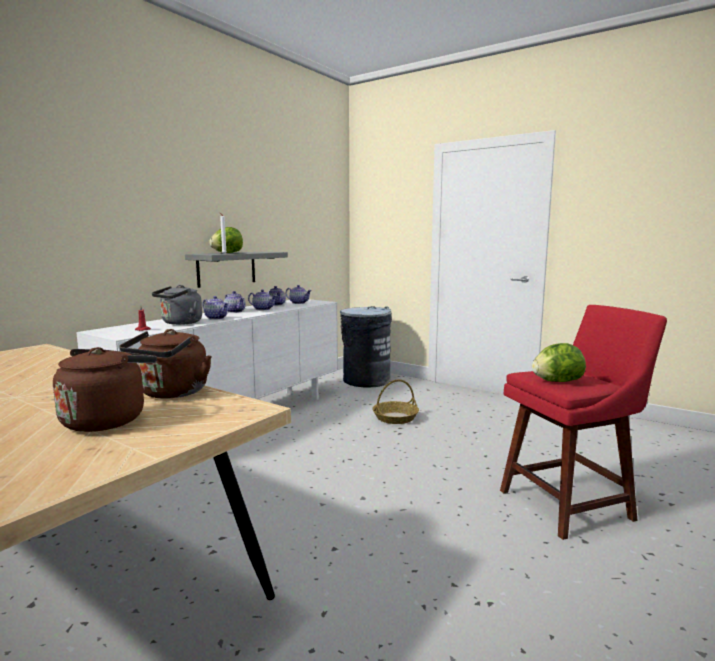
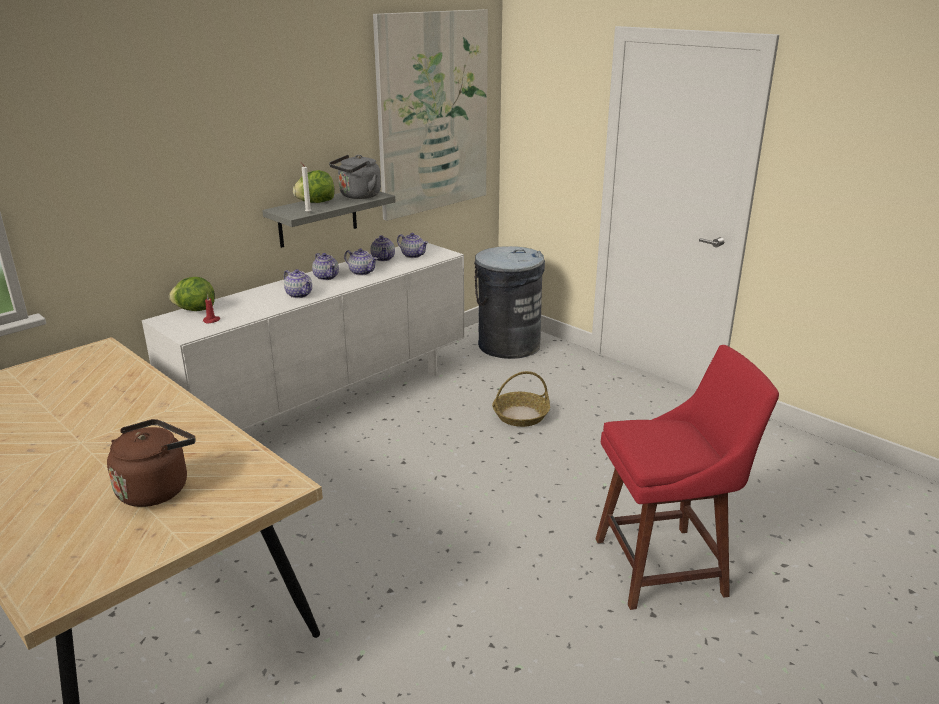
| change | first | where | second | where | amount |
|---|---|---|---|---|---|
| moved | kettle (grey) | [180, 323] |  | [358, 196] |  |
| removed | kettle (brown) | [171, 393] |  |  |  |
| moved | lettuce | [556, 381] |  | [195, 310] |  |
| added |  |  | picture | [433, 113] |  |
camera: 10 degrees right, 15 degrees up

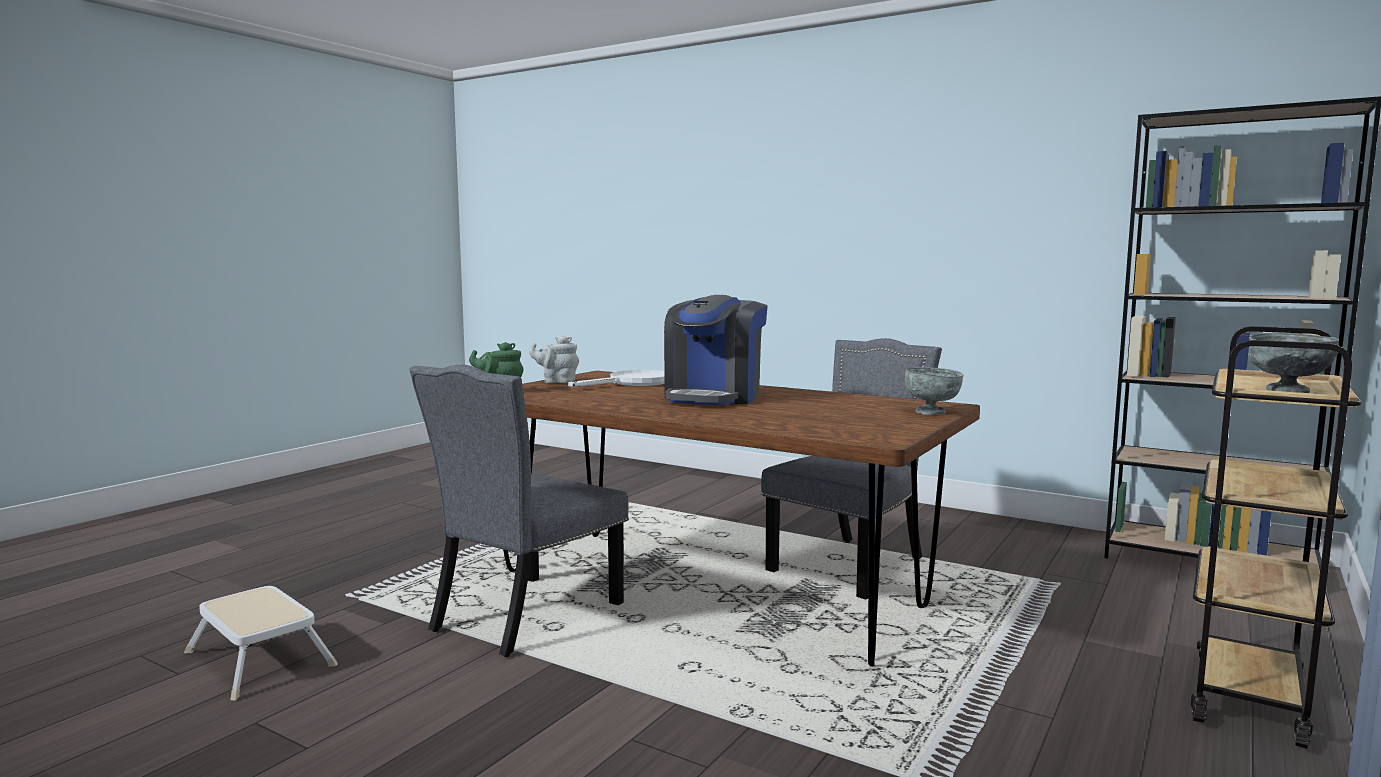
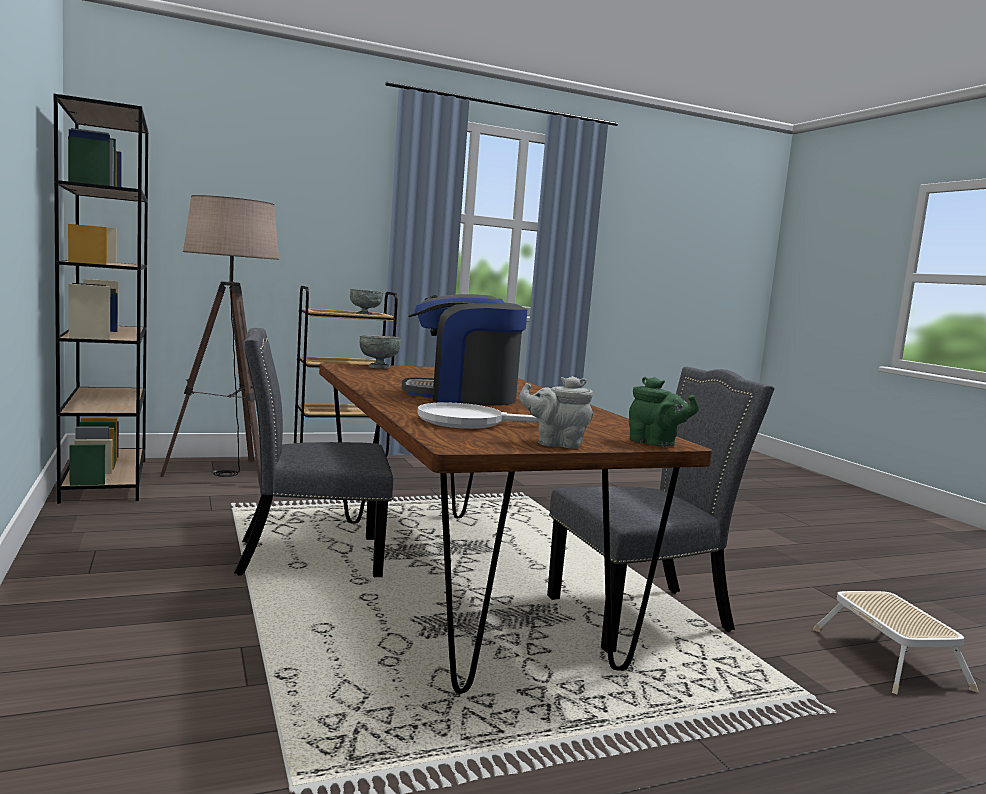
| change | first | where | second | where | amount |
|---|---|---|---|---|---|
| turned | coffee machine | [714, 397] |  | [462, 396] | 150 degrees counterclockwise |
| turned | teapot (grey) | [557, 381] |  | [556, 443] | 150 degrees clockwise |
| added |  |  | floor lamp | [226, 474] |  |
camera: 145 degrees left, 0 degrees up

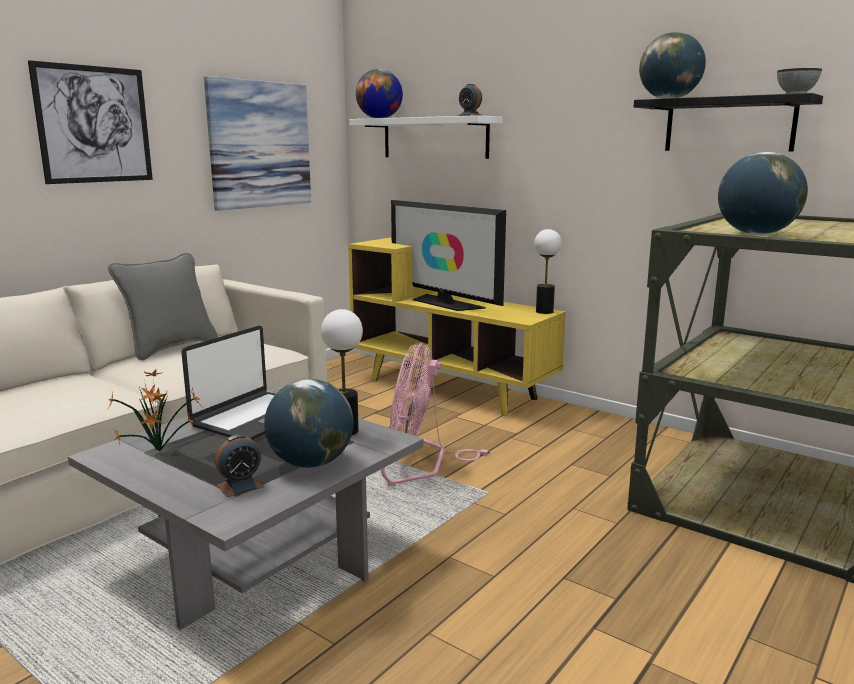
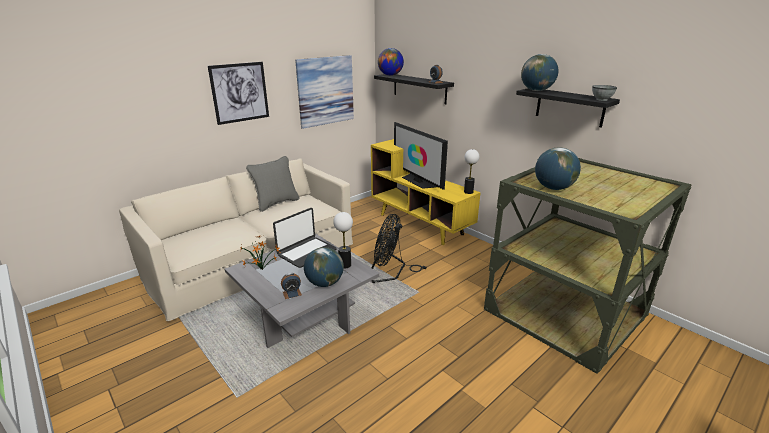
| change | first | where | second | where | amount |
|---|---|---|---|---|---|
| recoloured | shelf (white) | [434, 138] | shelf (black) | [419, 88] |  |
| recoloured | fan (pink) | [424, 460] | fan (black) | [393, 269] |  |
camera: 10 degrees right, 10 degrees up

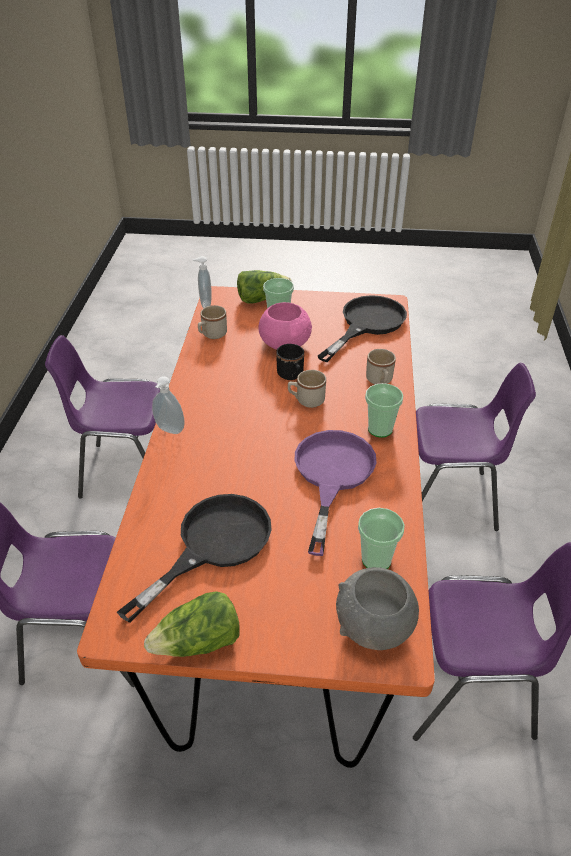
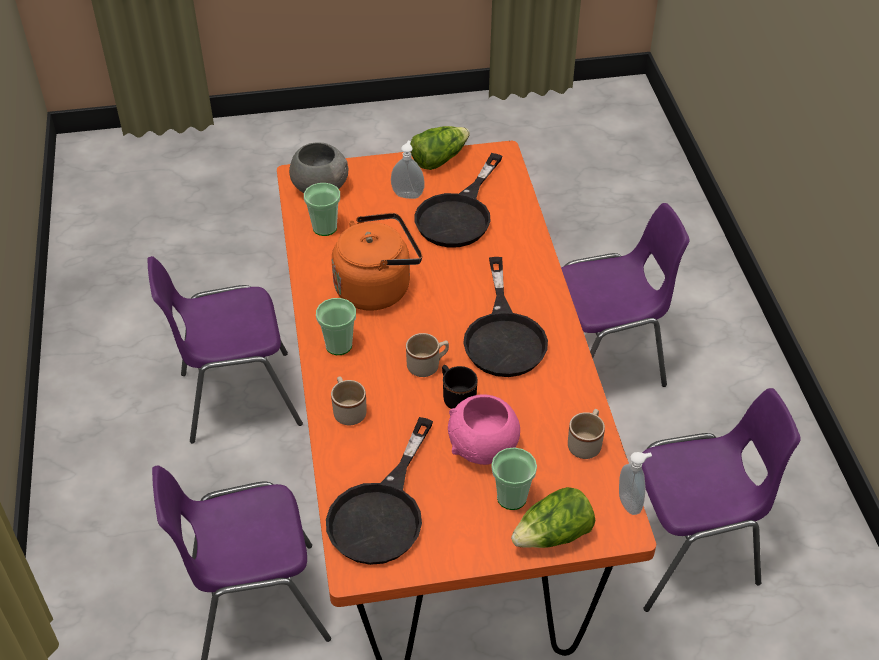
| change | first | where | second | where | amount |
|---|---|---|---|---|---|
| moved | soap dispenser | [169, 430] |  | [408, 194] |  |
| replaced | frying pan (purple) | [332, 475] | kettle (orange) | [377, 287] |  |
| added |  |  | frying pan (black) | [504, 335] |  |
camera: 165 degrees right, 5 degrees up

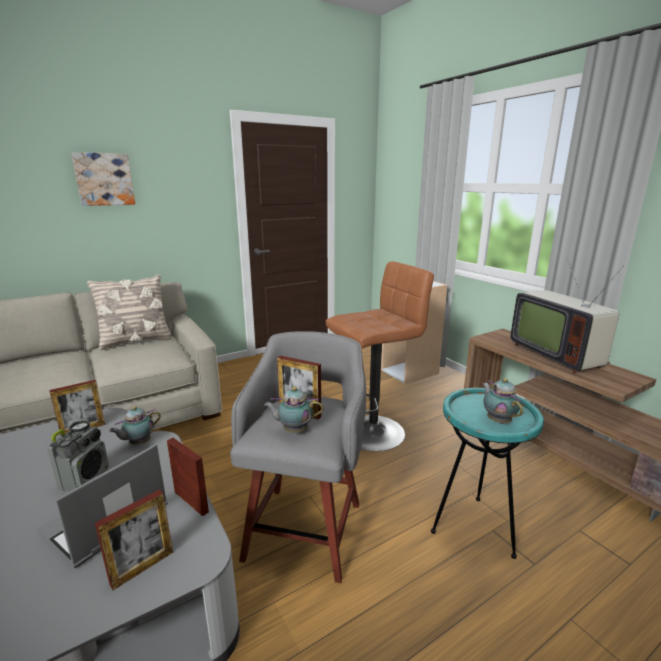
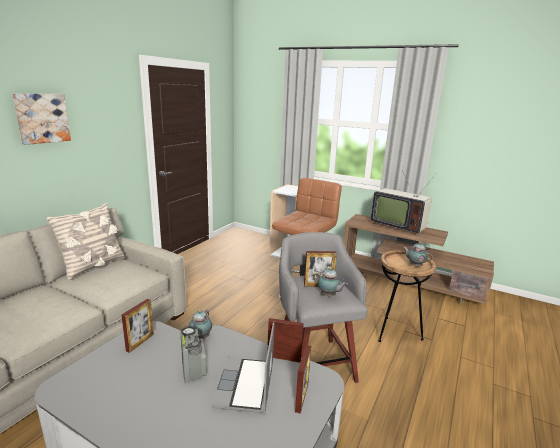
| change | first | where | second | where | amount |
|---|---|---|---|---|---|
| turned | teapot | [293, 430] |  | [328, 296] | 120 degrees counterclockwise |
| recoloured | side table (turquoise) | [474, 528] | side table (brown) | [396, 332] |  |
camera: 30 degrees left, 0 degrees up

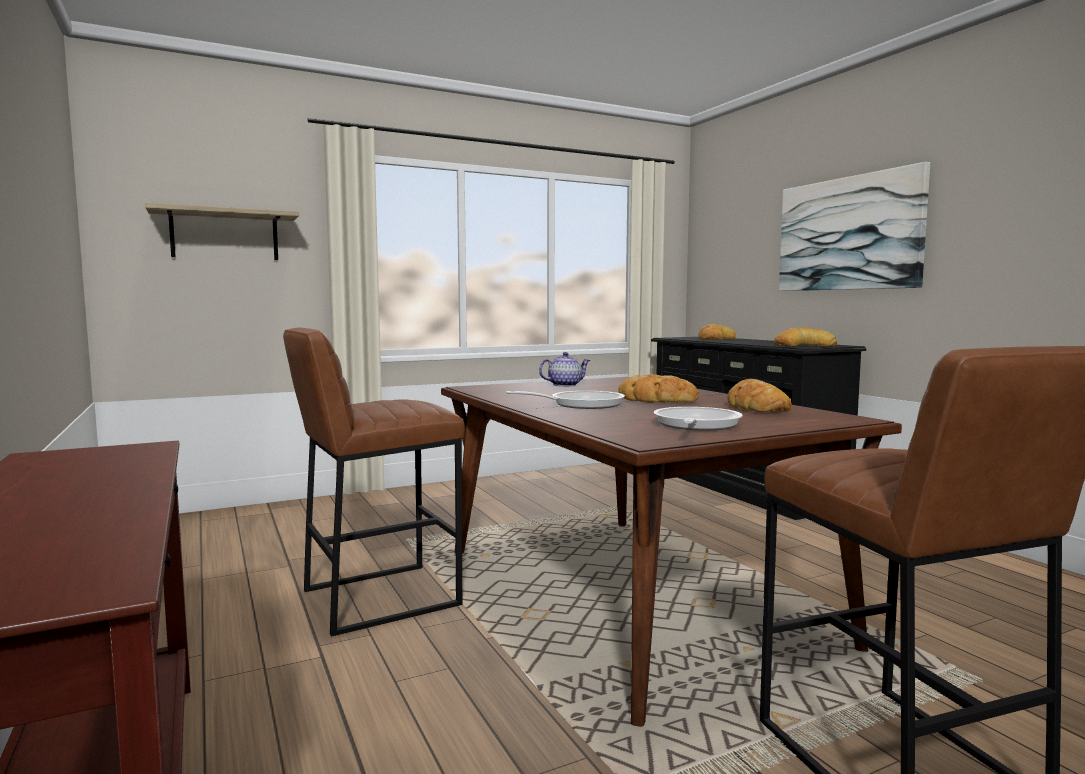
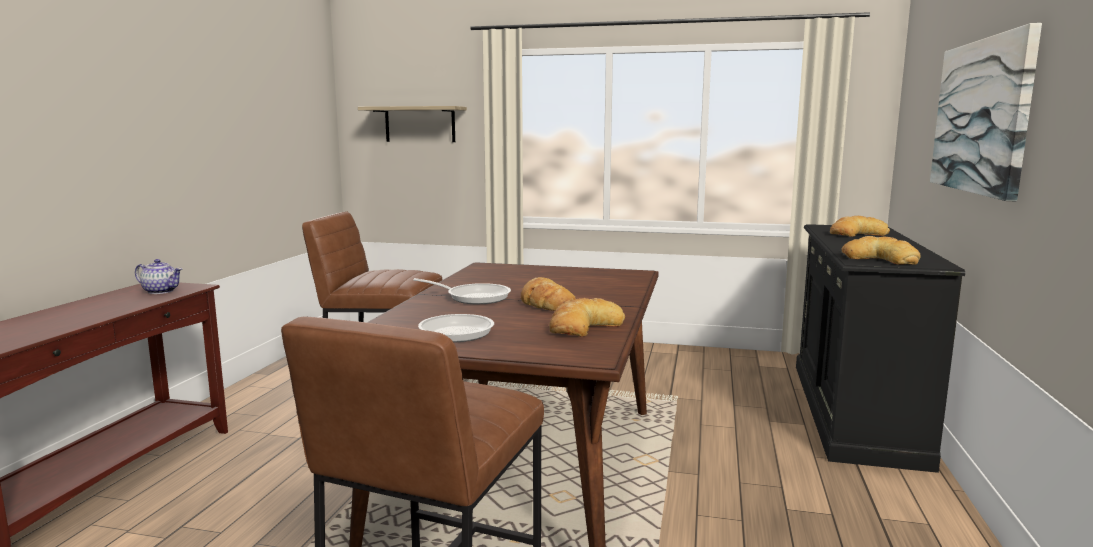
| change | first | where | second | where | amount |
|---|---|---|---|---|---|
| moved | teapot | [565, 385] |  | [161, 291] |  |
camera: 40 degrees right, 5 degrees up

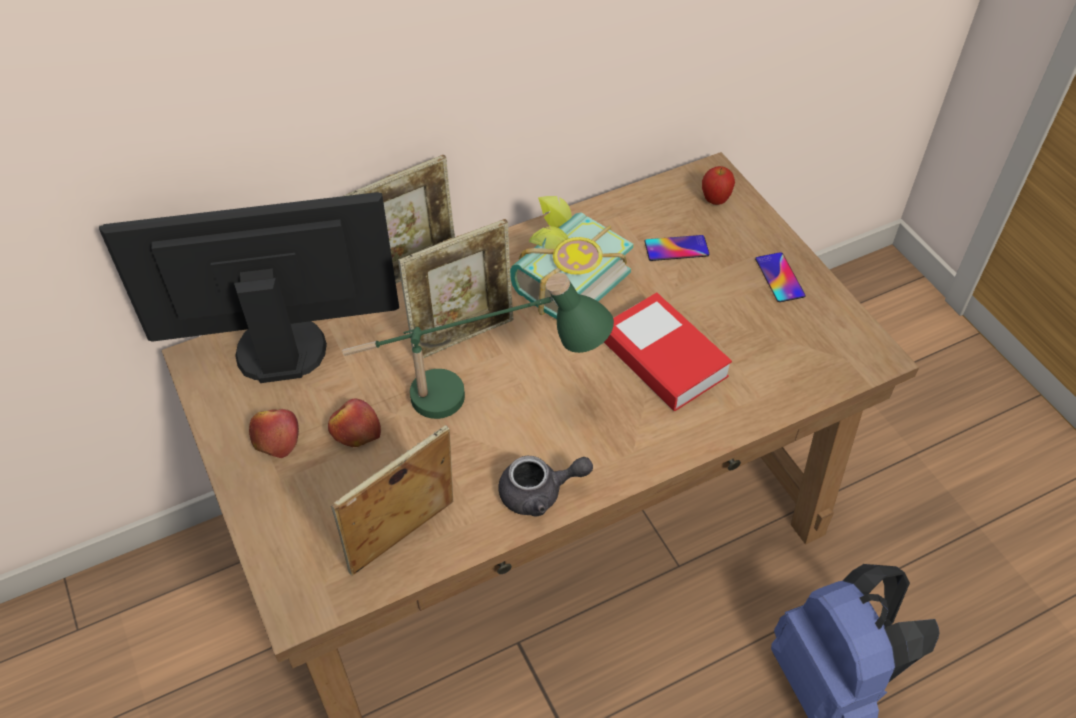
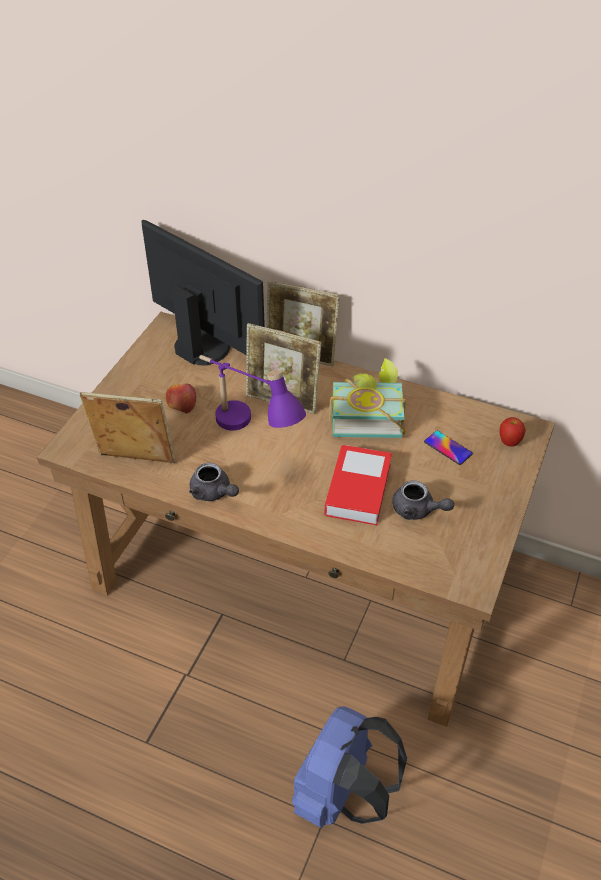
| change | first | where | second | where | amount |
|---|---|---|---|---|---|
| removed | phone | [779, 277] |  |  |  |
| recoloured | table lamp (green) | [478, 399] | table lamp (purple) | [248, 433] |  |
| removed | apple | [276, 437] |  |  |  |
| added |  |  | teapot (grey) | [418, 510] |  |
camera: 50 degrees right, 5 degrees down

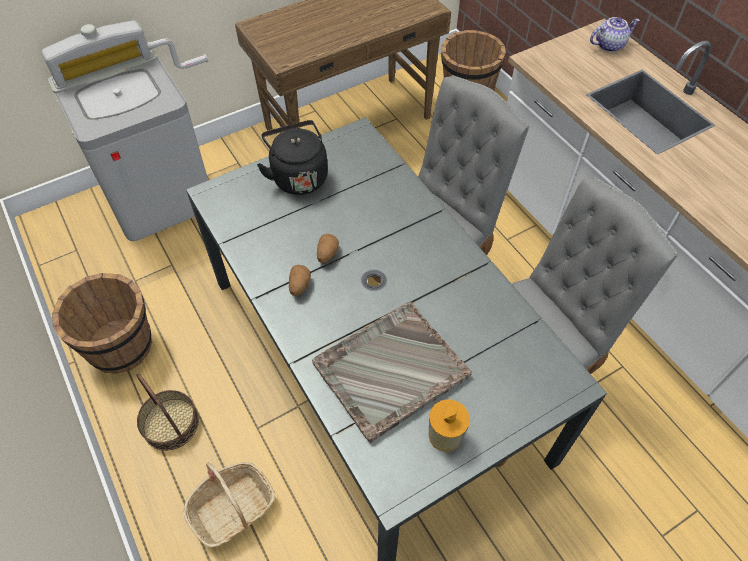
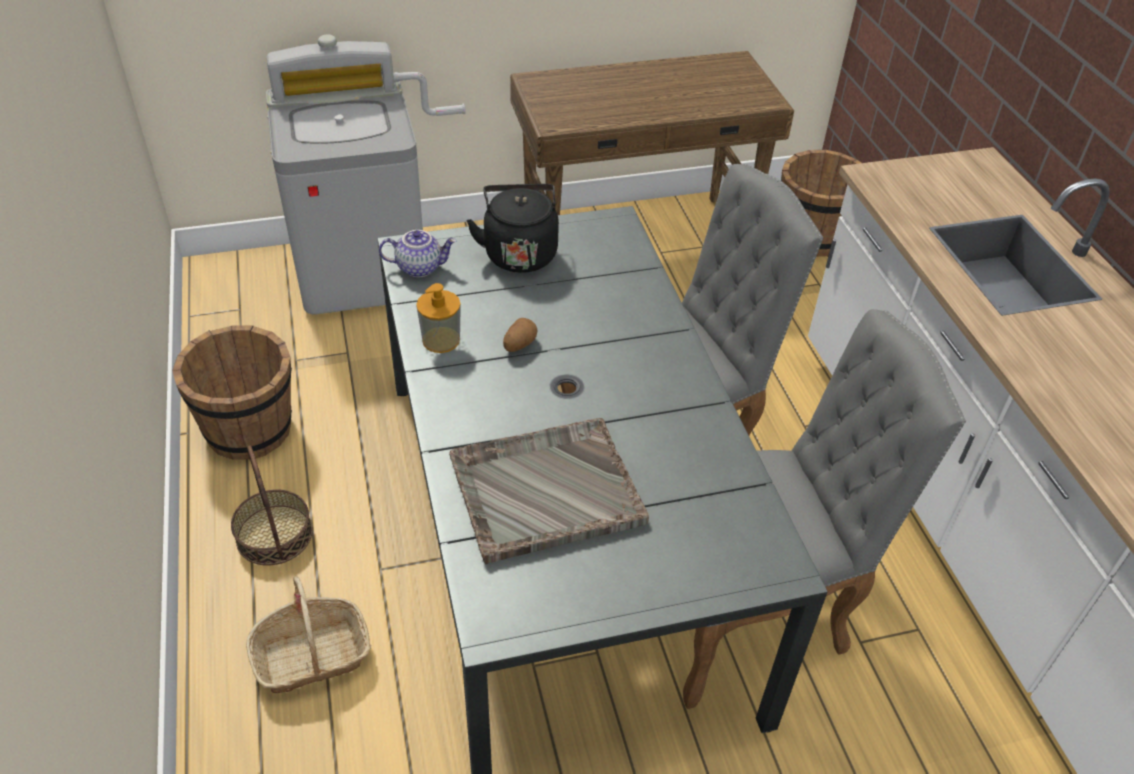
| change | first | where | second | where | amount |
|---|---|---|---|---|---|
| moved | teapot | [609, 45] |  | [420, 267] |  |
| removed | potato | [299, 286] |  |  |  |
| moved | soap dispenser | [445, 435] |  | [441, 340] |  |
camera: 15 degrees right, 10 degrees down

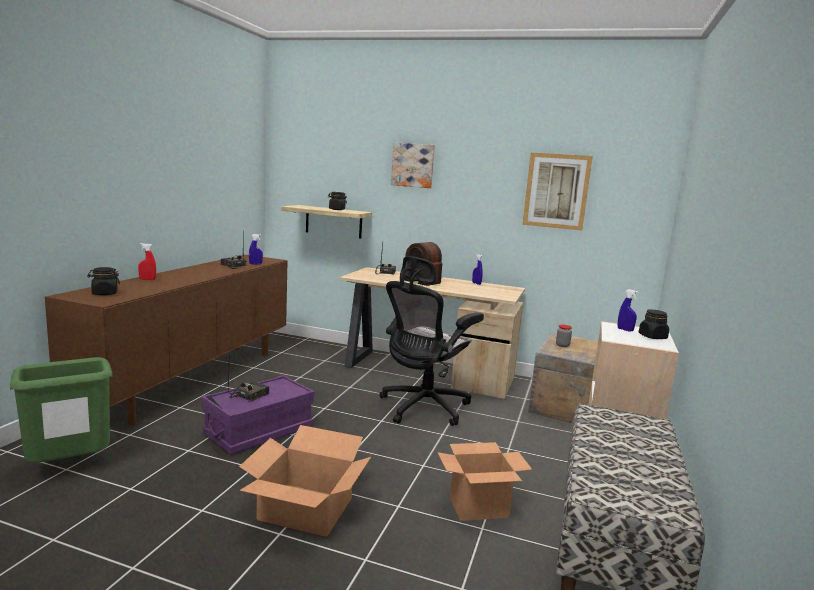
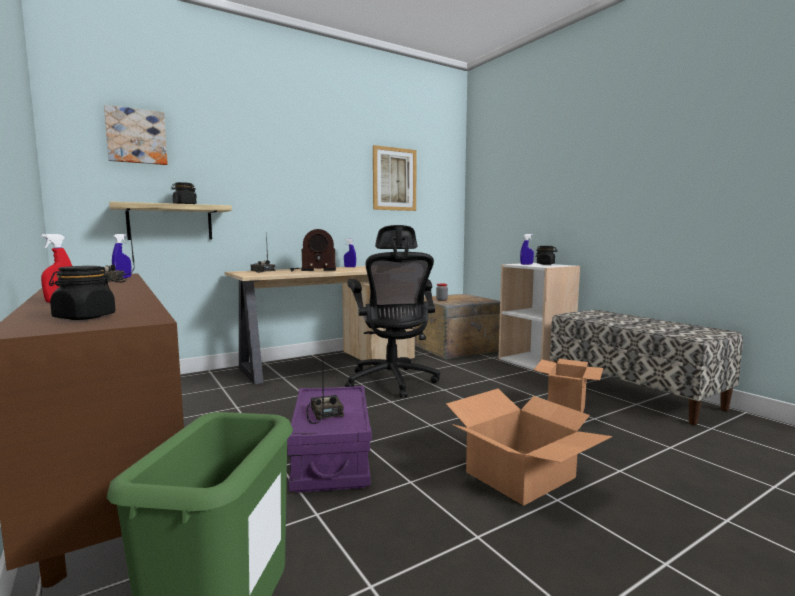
| change | first | where | second | where | amount |
|---|---|---|---|---|---|
| moved | picture | [413, 165] |  | [136, 136] |  |
camera: 50 degrees left, 5 degrees down

